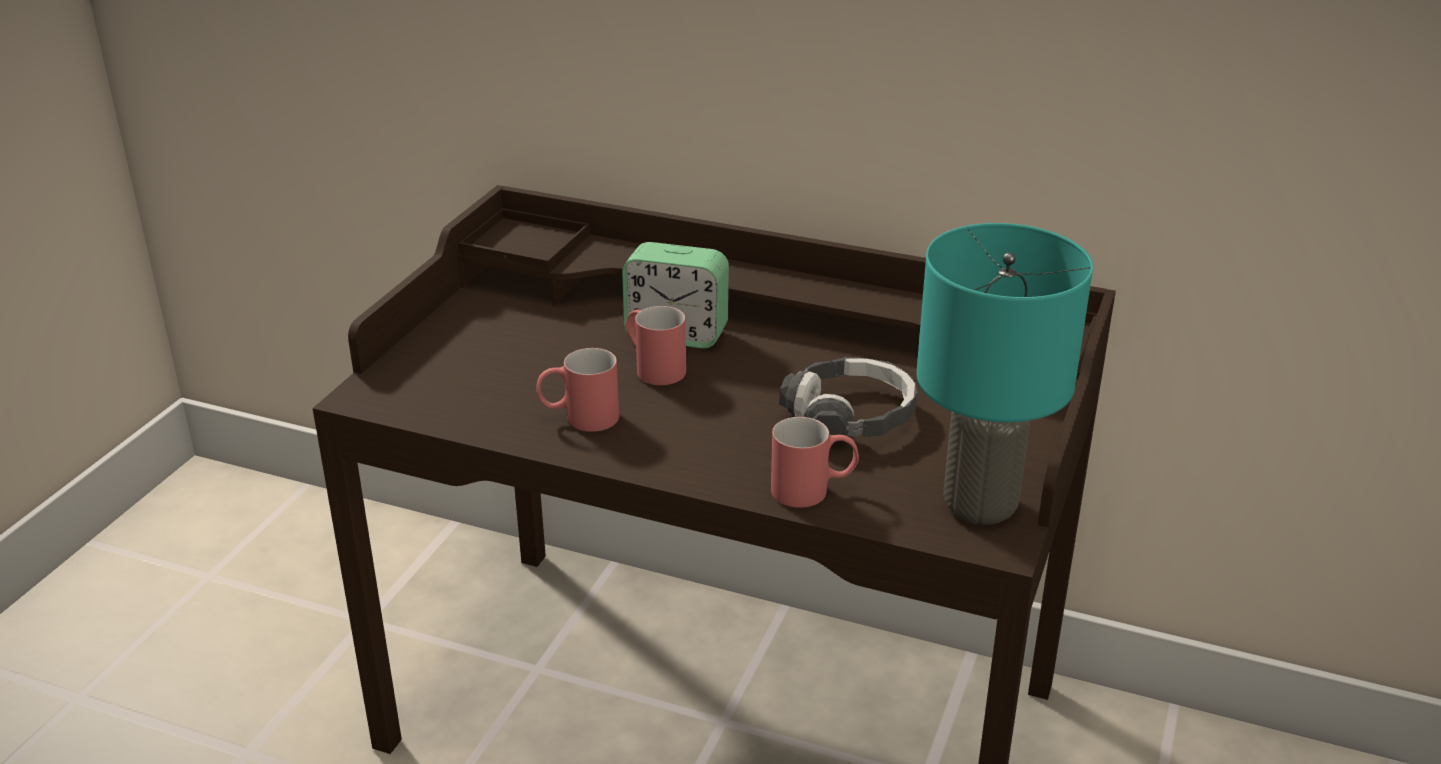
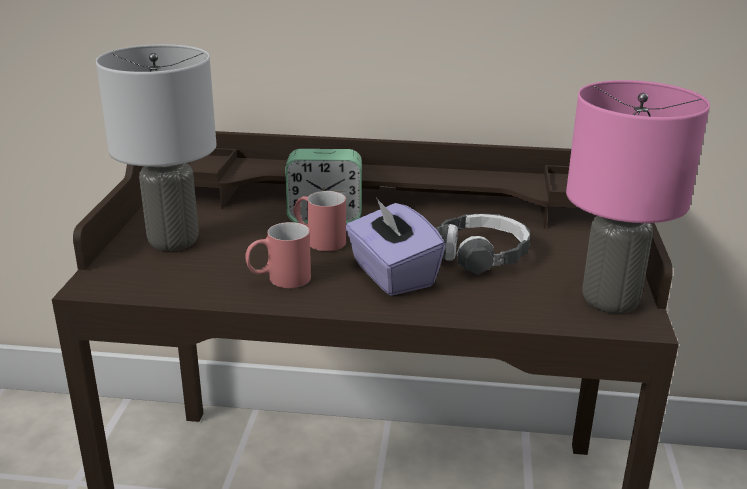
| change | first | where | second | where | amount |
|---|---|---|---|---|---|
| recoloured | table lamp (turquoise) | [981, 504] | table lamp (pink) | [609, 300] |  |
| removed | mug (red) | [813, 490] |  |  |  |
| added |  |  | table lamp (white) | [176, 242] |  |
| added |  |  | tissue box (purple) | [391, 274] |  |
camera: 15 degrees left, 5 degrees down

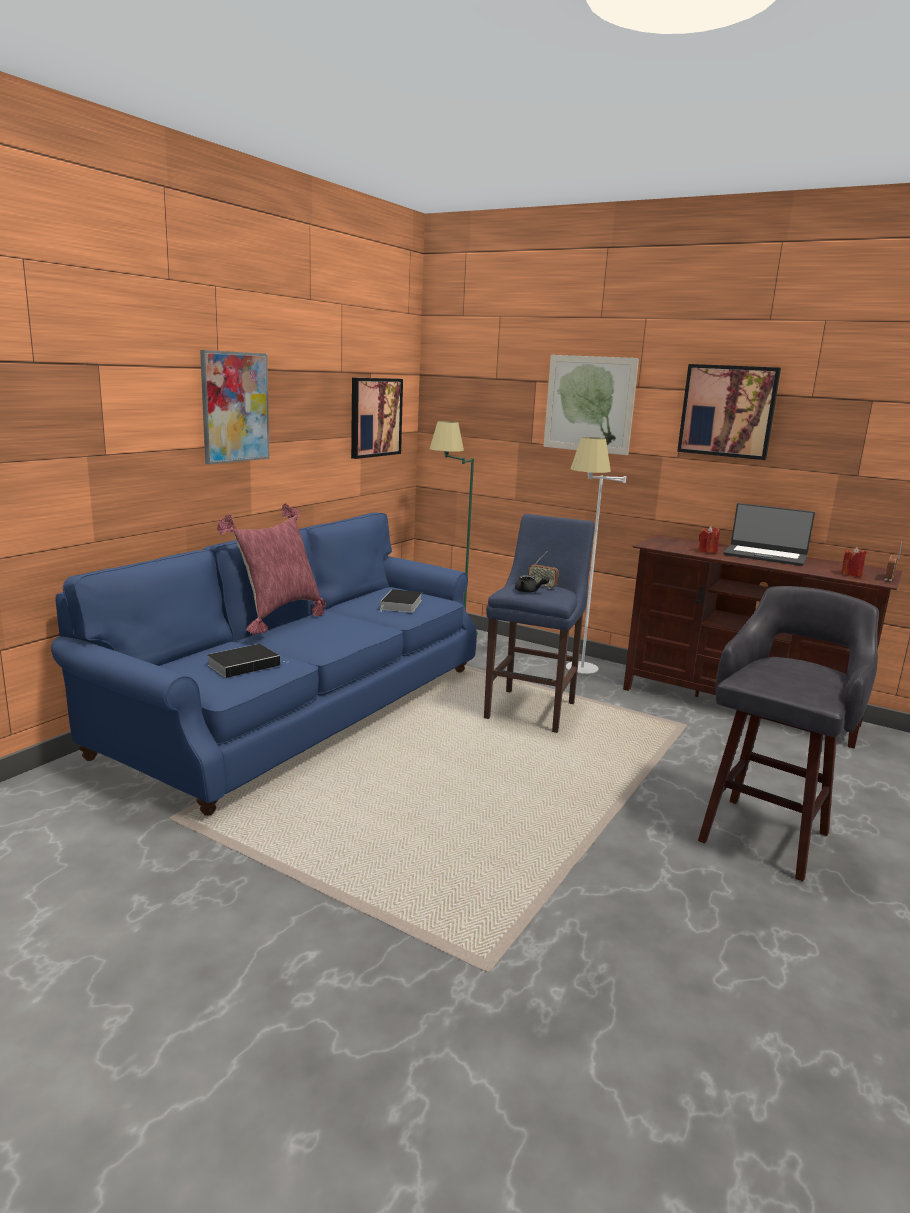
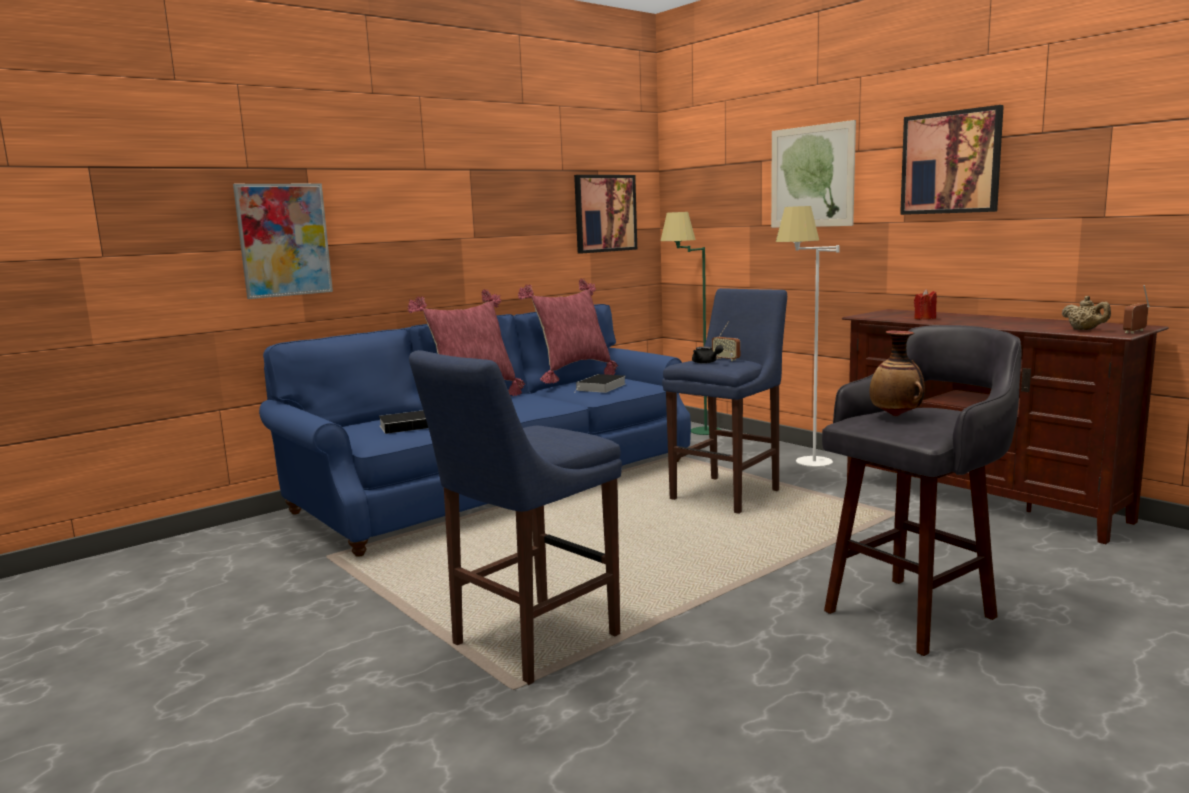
| change | first | where | second | where | amount |
|---|---|---|---|---|---|
| moved | picture | [235, 407] |  | [284, 240] |  |
| removed | laptop | [765, 556] |  |  |  |
| replaced | candle (red) | [851, 574] | teapot (beige) | [1085, 330] |  |
| added |  |  | pillow (red) | [571, 380] |  |
| added |  |  | vase | [896, 415] |  |
| added |  |  | stool (blue) | [529, 642] |  |
camera: 20 degrees right, 5 degrees down

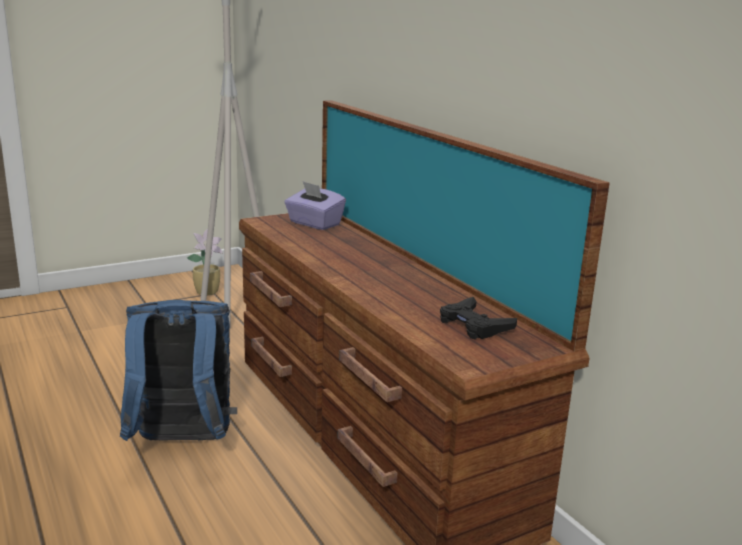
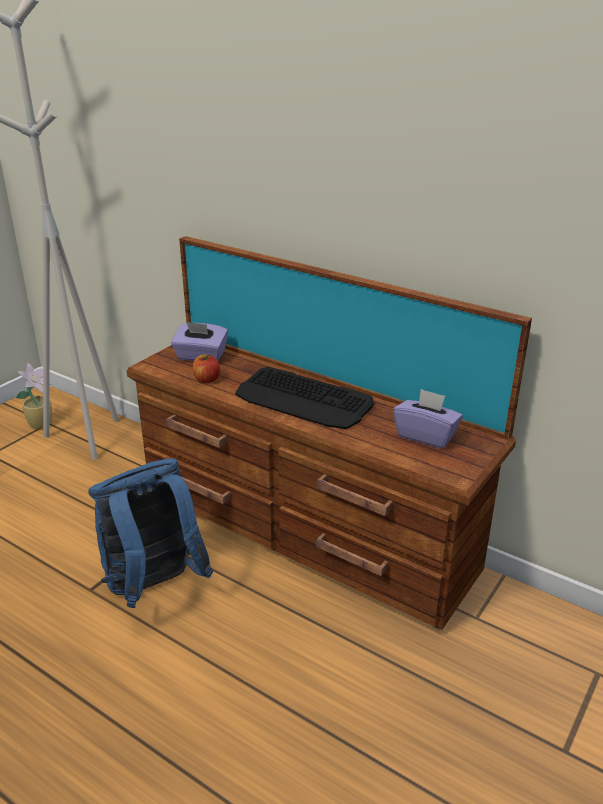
| change | first | where | second | where | amount |
|---|---|---|---|---|---|
| replaced | game controller (black) | [474, 325] | tissue box (purple) | [426, 436] |  |
| added |  |  | apple | [206, 379] |  |
| added |  |  | keyboard | [304, 400] |  |
camera: 25 degrees left, 10 degrees up

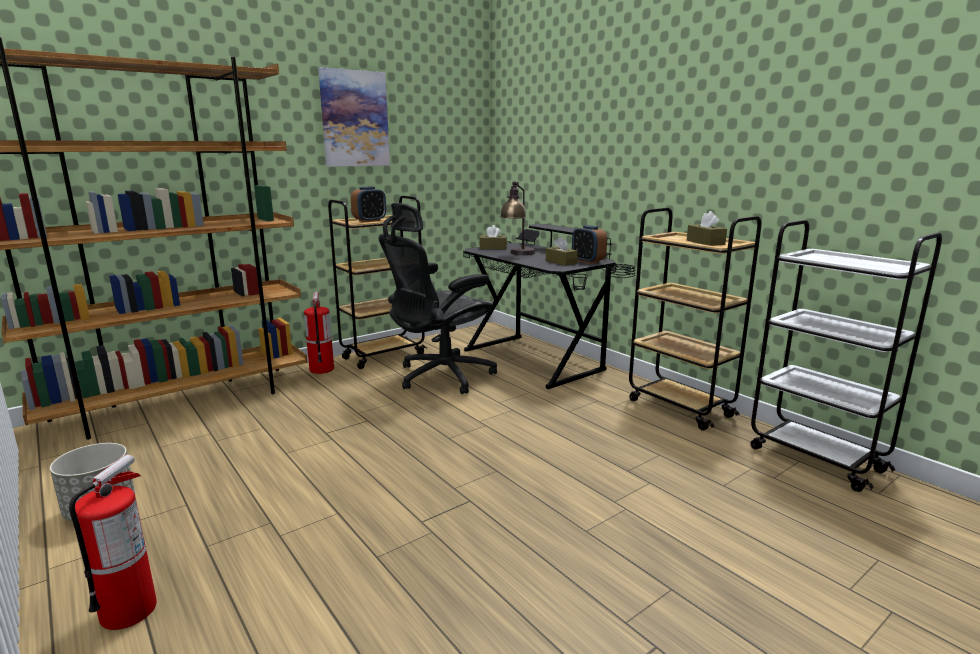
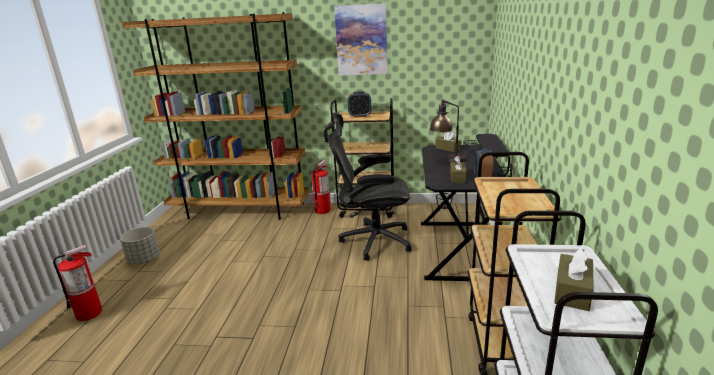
| change | first | where | second | where | amount |
|---|---|---|---|---|---|
| moved | tissue box (brown) | [705, 242] |  | [572, 291] |  |
camera: 45 degrees right, 5 degrees up

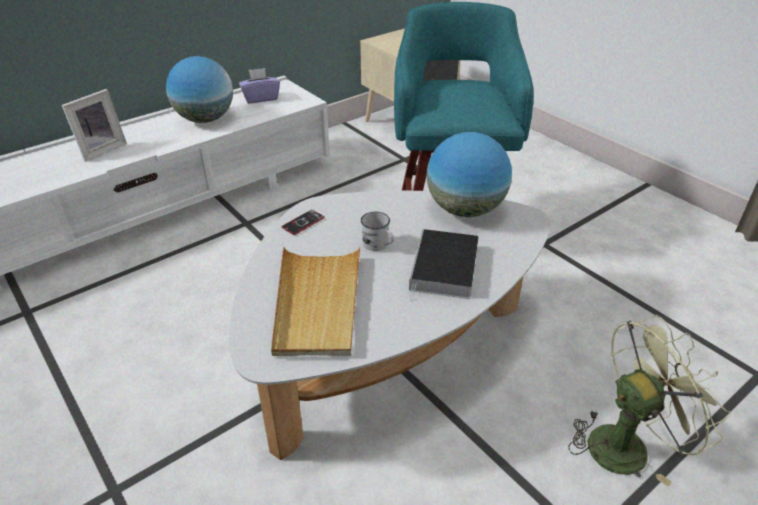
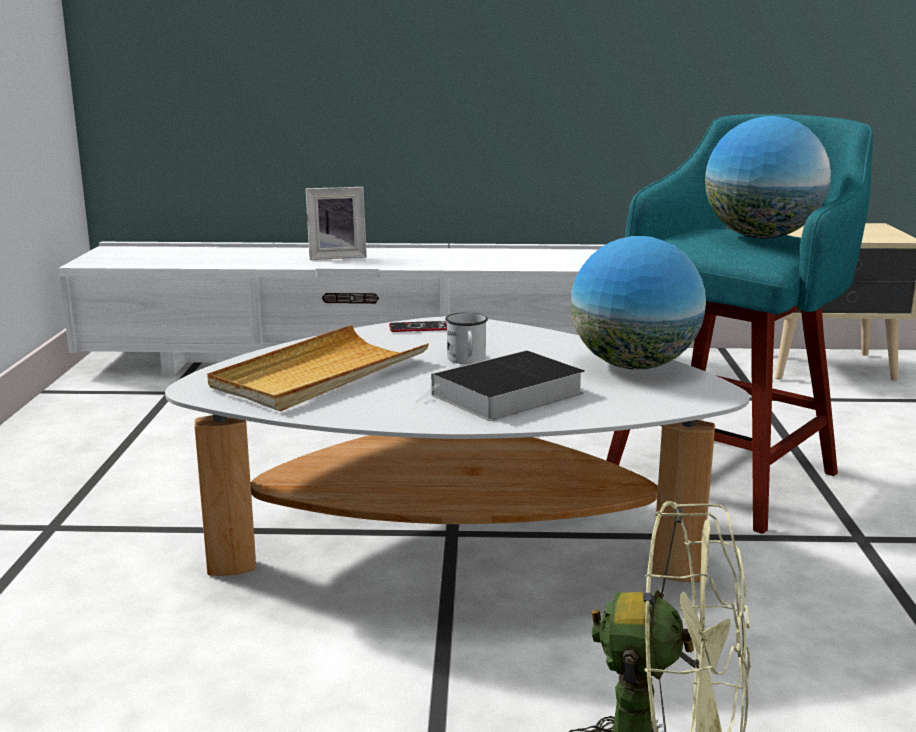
| change | first | where | second | where | amount |
|---|---|---|---|---|---|
| moved | globe | [205, 119] |  | [761, 237] |  |
| removed | tissue box (purple) | [261, 98] |  |  |  |
camera: 40 degrees right, 20 degrees down

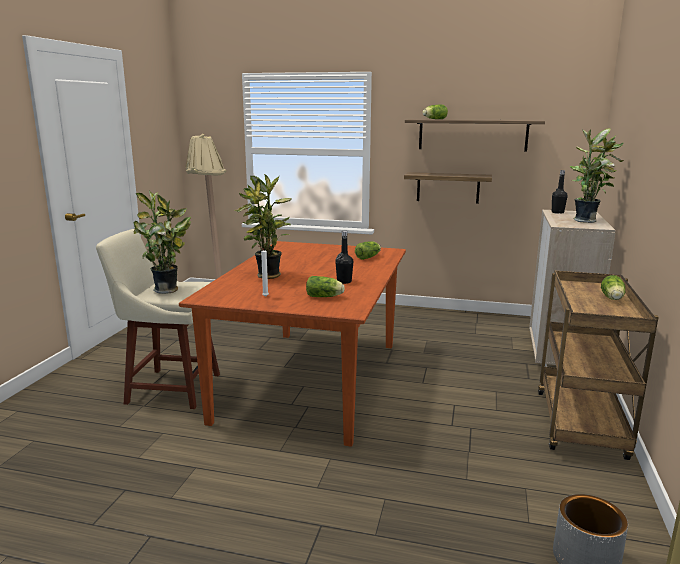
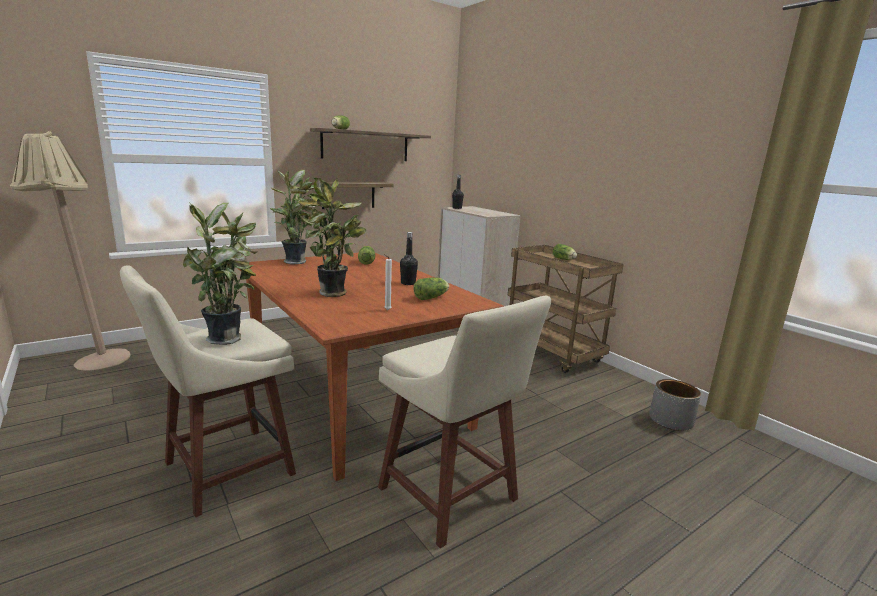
| change | first | where | second | where | amount |
|---|---|---|---|---|---|
| moved | potted plant | [586, 221] |  | [296, 262] |  |
| added |  |  | stool (beige) | [451, 497] |  |
camera: 50 degrees left, 0 degrees up

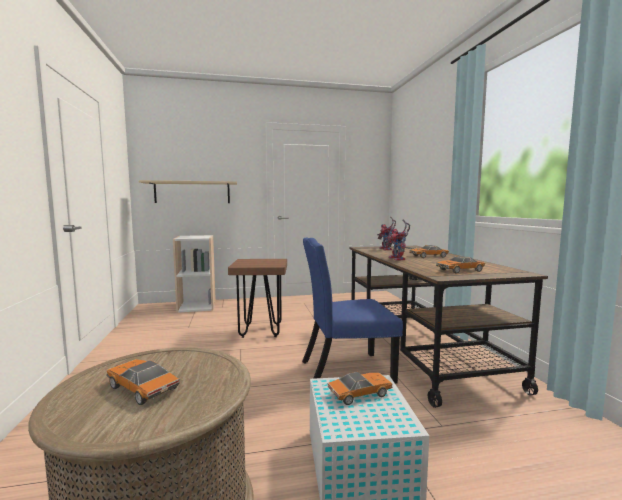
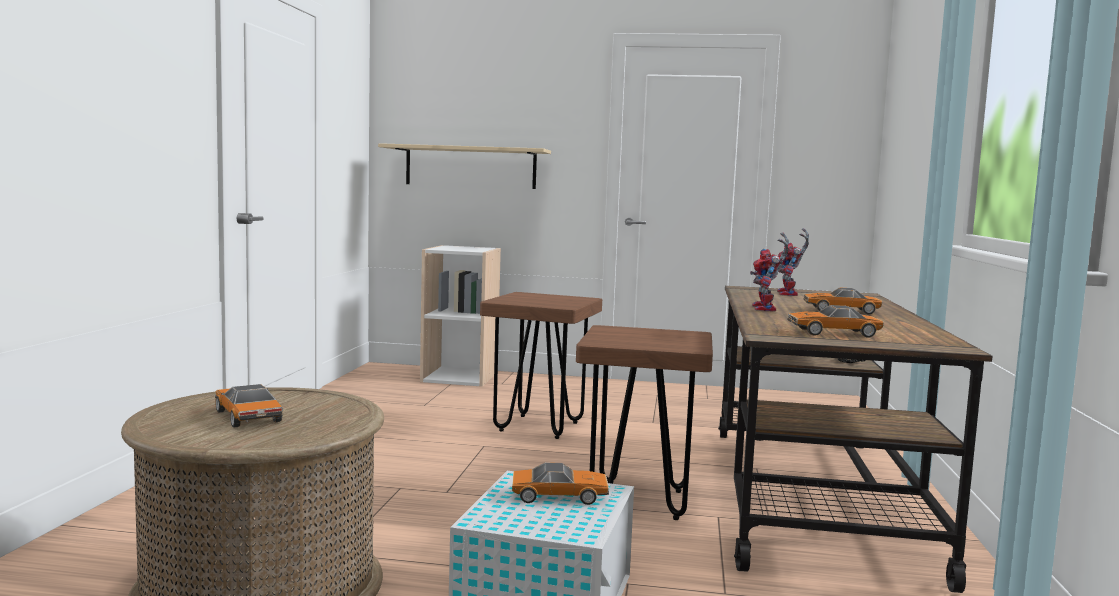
| change | first | where | second | where | amount |
|---|---|---|---|---|---|
| replaced | chair (blue) | [348, 370] | stool (brown) | [639, 501] |  |
camera: 20 degrees right, 0 degrees up

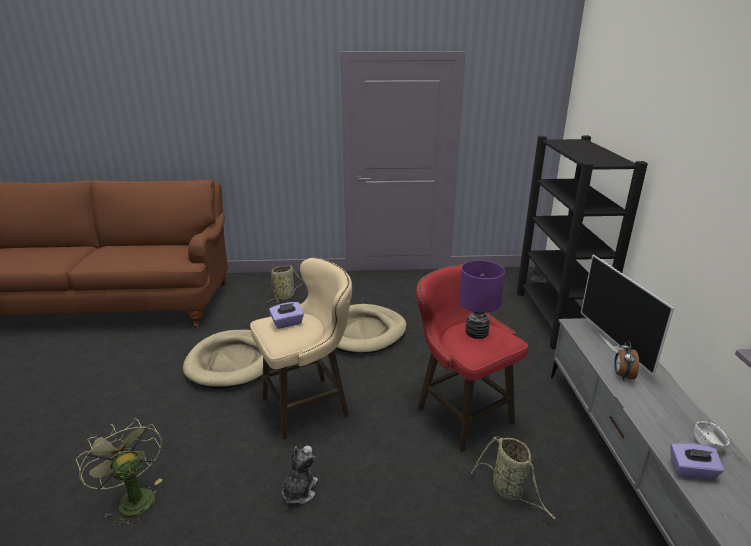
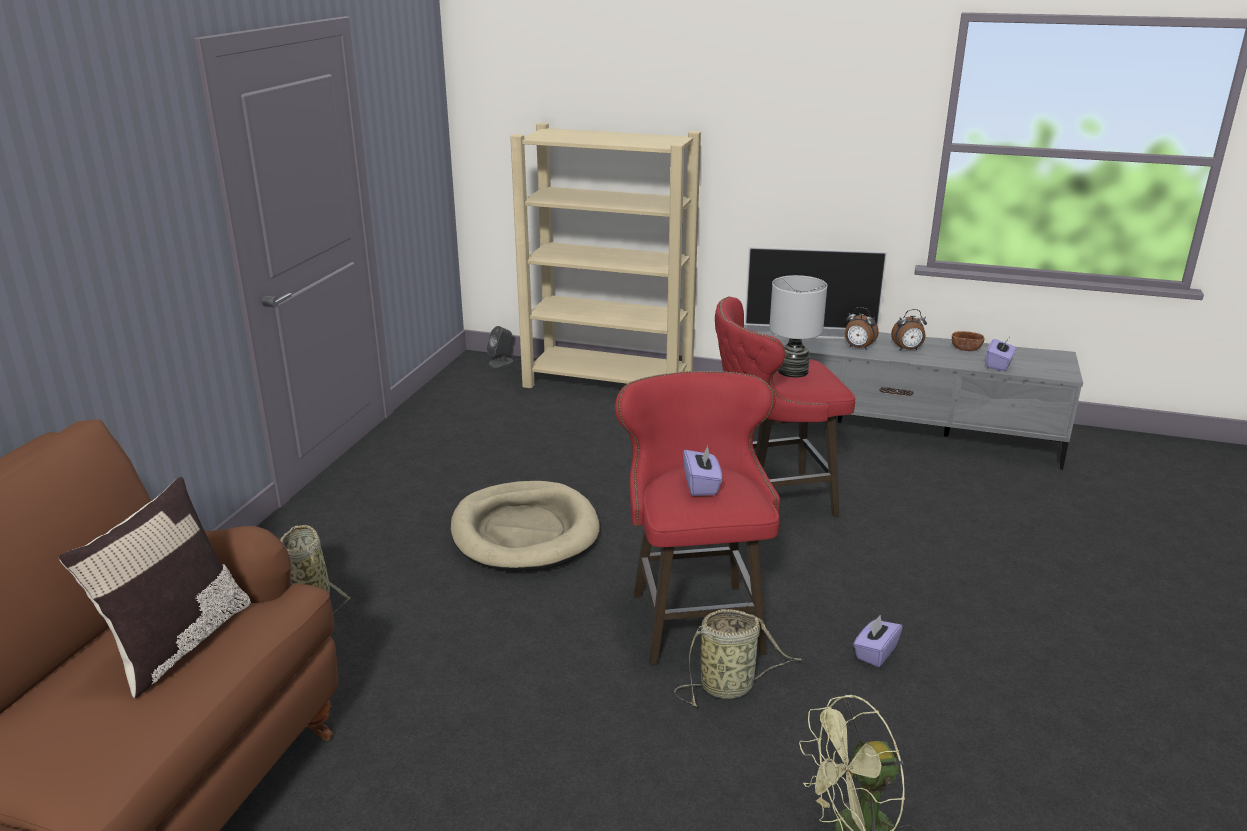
| change | first | where | second | where | amount |
|---|---|---|---|---|---|
| recoloured | bookcase (black) | [556, 318] | bookcase (beige) | [608, 383] |  |
| recoloured | stool (beige) | [309, 405] | stool (red) | [695, 618] |  |
| recoloured | table lamp (purple) | [476, 332] | table lamp (grey) | [793, 371] |  |
| removed | dog bed (beige) | [233, 362] |  |  |  |
| recoloured | bowl (white) | [708, 444] | bowl (brown) | [966, 348] |  |
| moved | basket | [510, 491] |  | [730, 686] |  |
| replaced | plush toy | [299, 491] | tissue box (purple) | [875, 653] |  |
| added |  |  | alarm clock | [907, 350] |  |
| added |  |  | pillow | [177, 644] |  |
camera: 70 degrees left, 0 degrees up

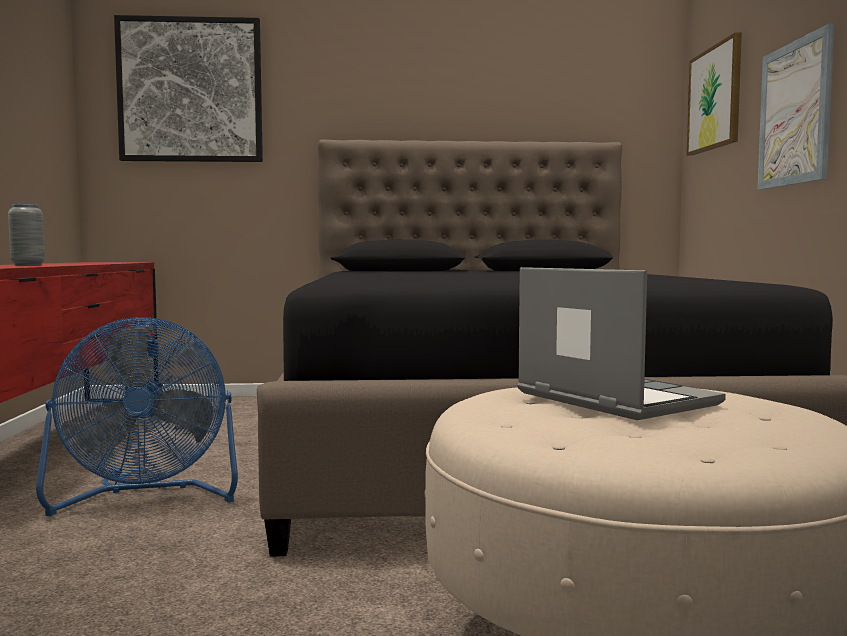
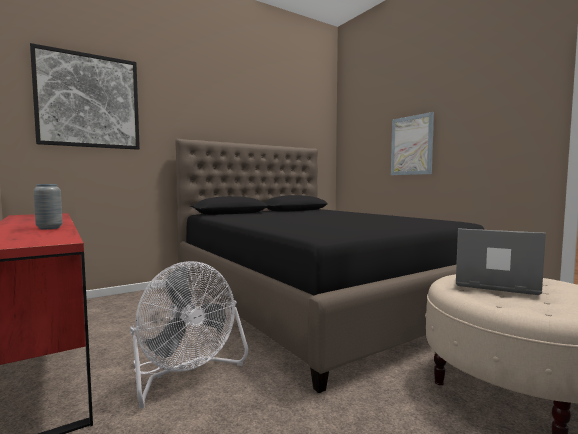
| change | first | where | second | where | amount |
|---|---|---|---|---|---|
| removed | picture | [715, 98] |  |  |  |
| recoloured | fan (blue) | [140, 497] | fan (white) | [181, 376] |  |
camera: 30 degrees left, 0 degrees up

